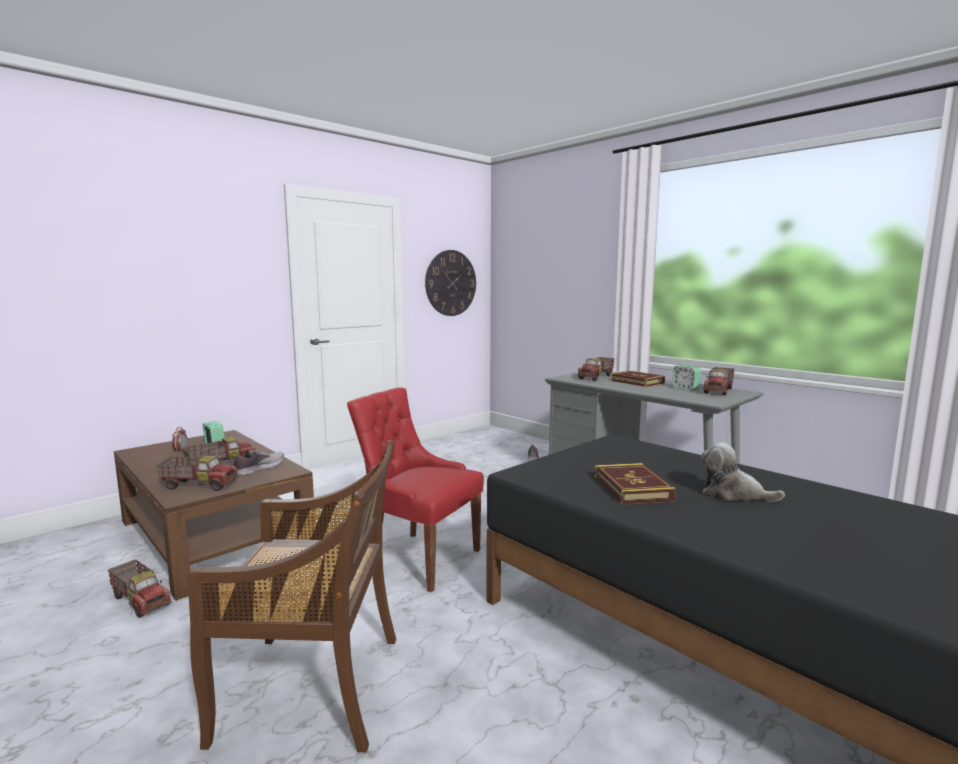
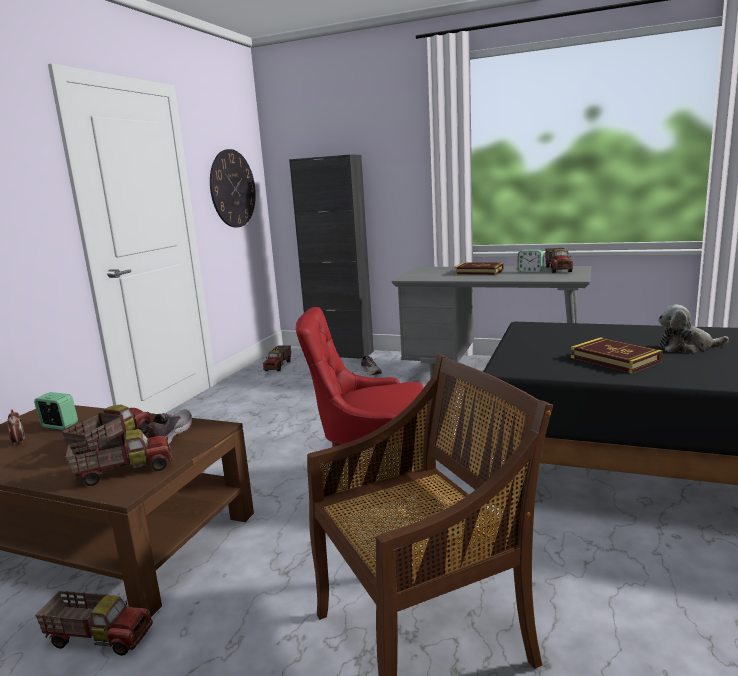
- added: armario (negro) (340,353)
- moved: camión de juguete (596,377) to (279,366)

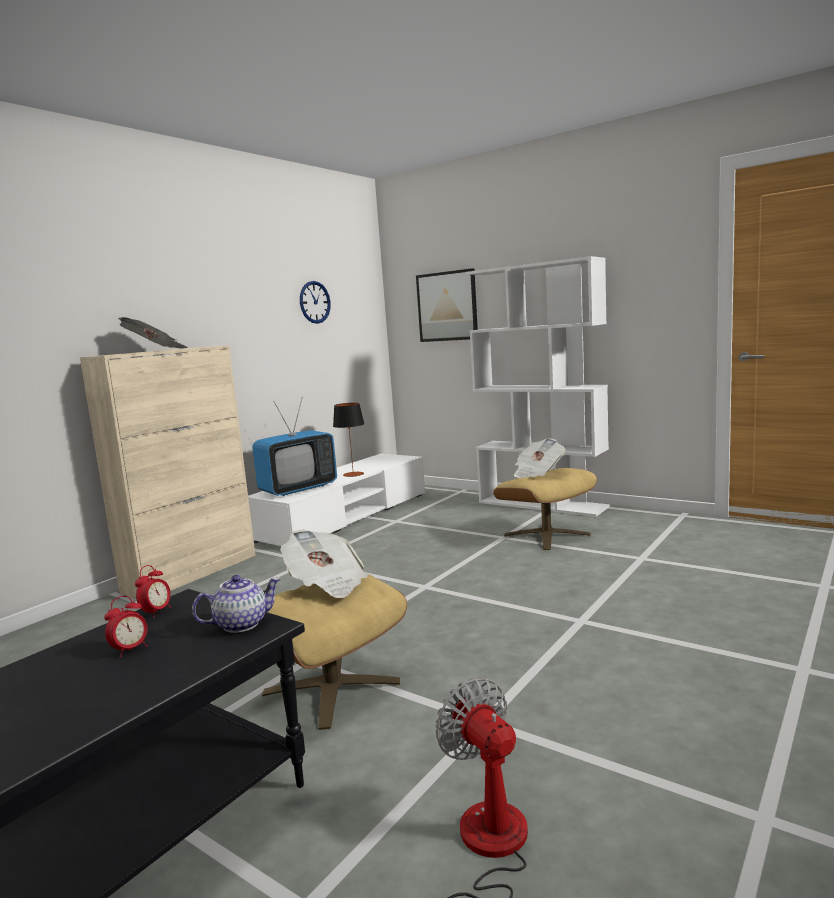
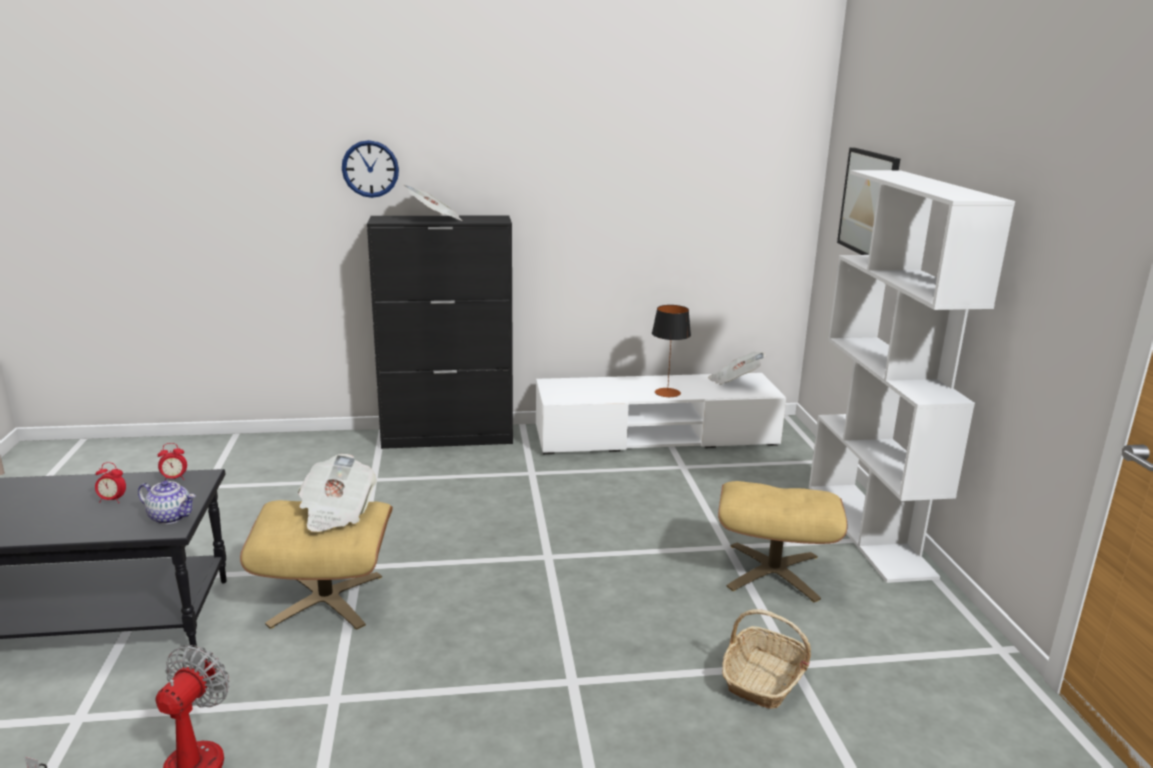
- removed: televisor (298,489)
- added: cesta (763,679)
- moved: reloj de pared (314,302) to (370,169)
- moved: periódico (537,473) to (734,381)
- recoloured: armario (beis) (192,573) to armario (negro) (448,437)

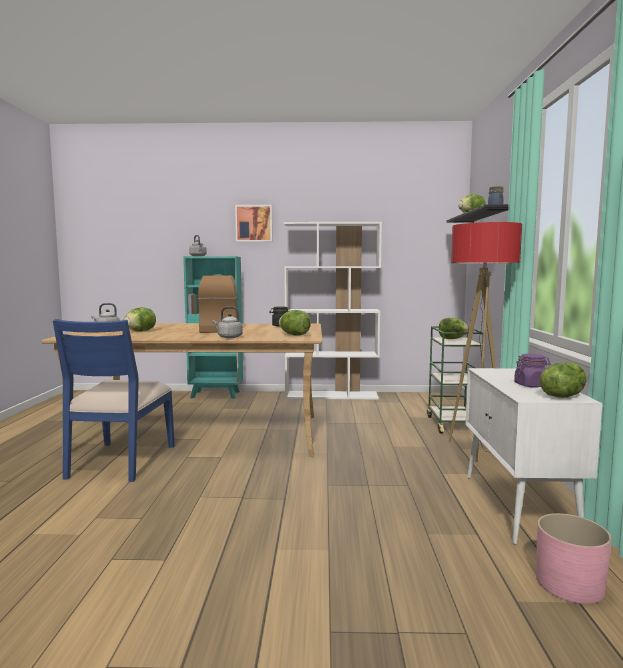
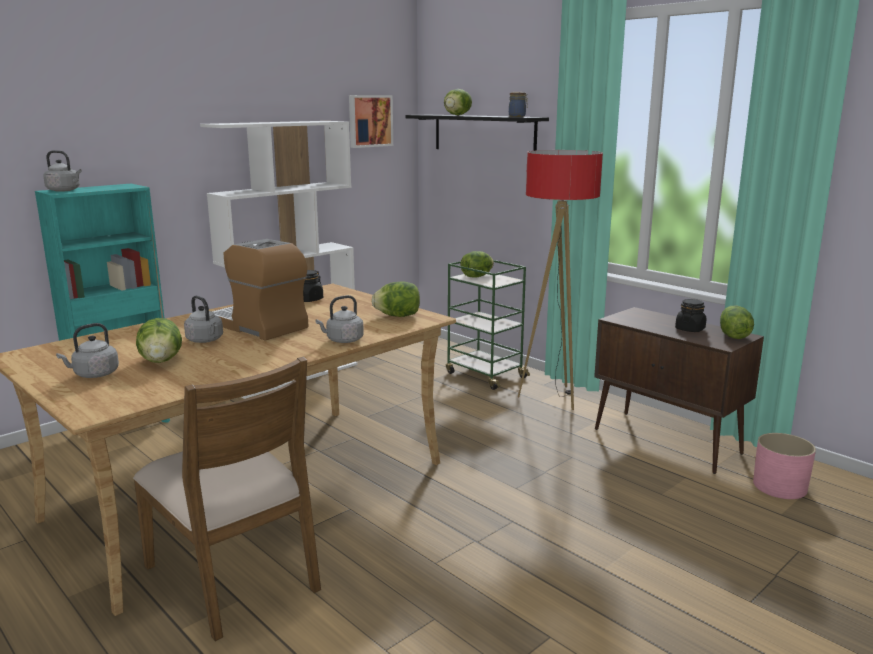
- added: hervidor (gris) (206,340)
- moved: cuadro (254,223) to (369,121)
- recoloured: silla (azul) (120,461) to silla (marrón) (234,577)
- recoloured: armario (blanco) (518,507) to armario (marrón) (667,441)
- recoloured: tarro (morado) (531,385) to tarro (negro) (690,329)

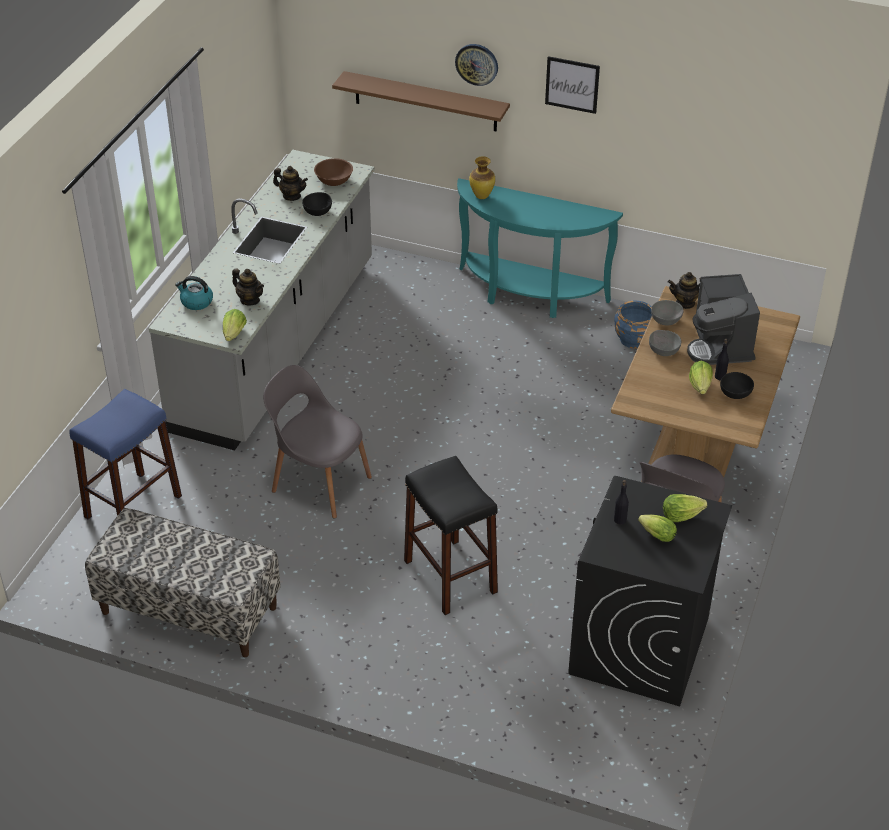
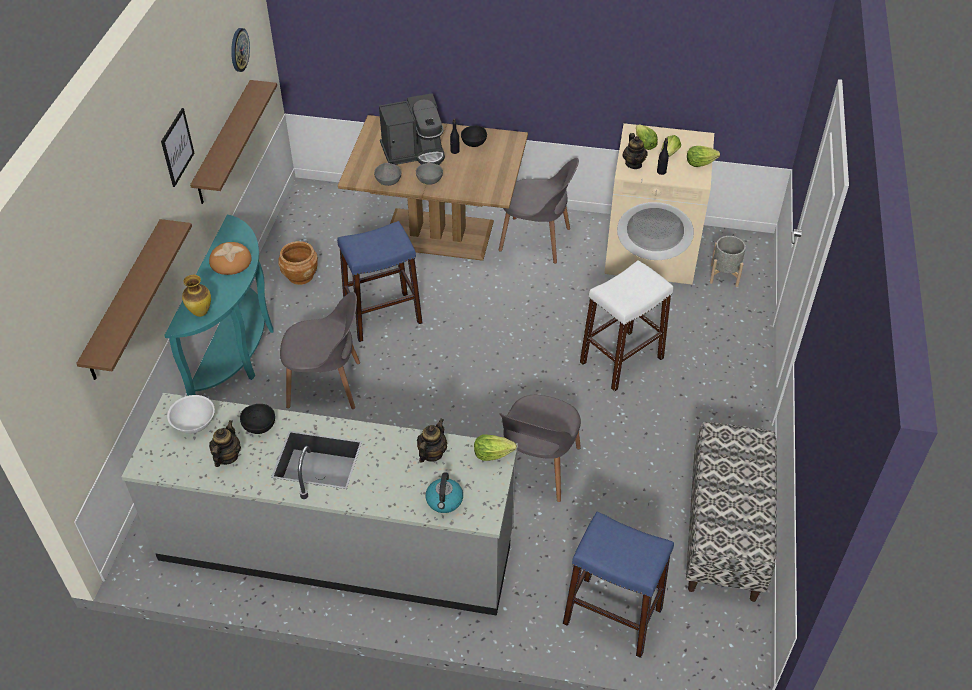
- added: estante (marrón) (224,143)
- added: pan (230,261)
- added: silla (gris) (327,385)
- added: taburete (azul) (383,316)
- added: maceta (gris) (724,275)
- moved: reloj de pared (477,64) to (239,49)
- moved: tetera (685,303) to (633,164)
- moved: lechuga (700,386) to (699,163)
- recoloured: cuenco (marrón) (334,181) to cuenco (blanco) (194,423)
- recoloured: taburete (negro) (450,576) to taburete (blanco) (621,360)
- recoloured: lavadora (negro) (640,646) to lavadora (beis) (652,251)
- recoloured: maceta (azul) (633,339) to maceta (marrón) (300,276)

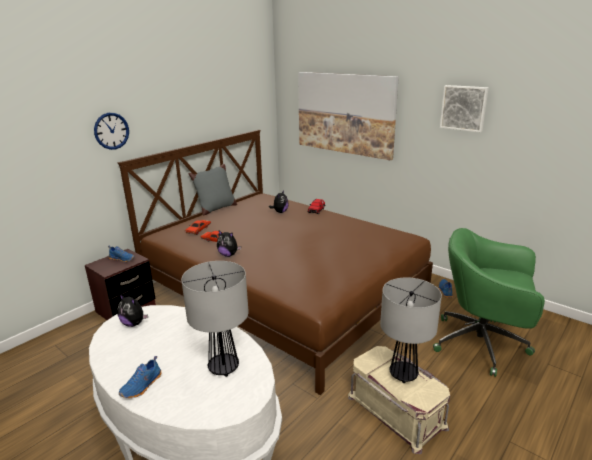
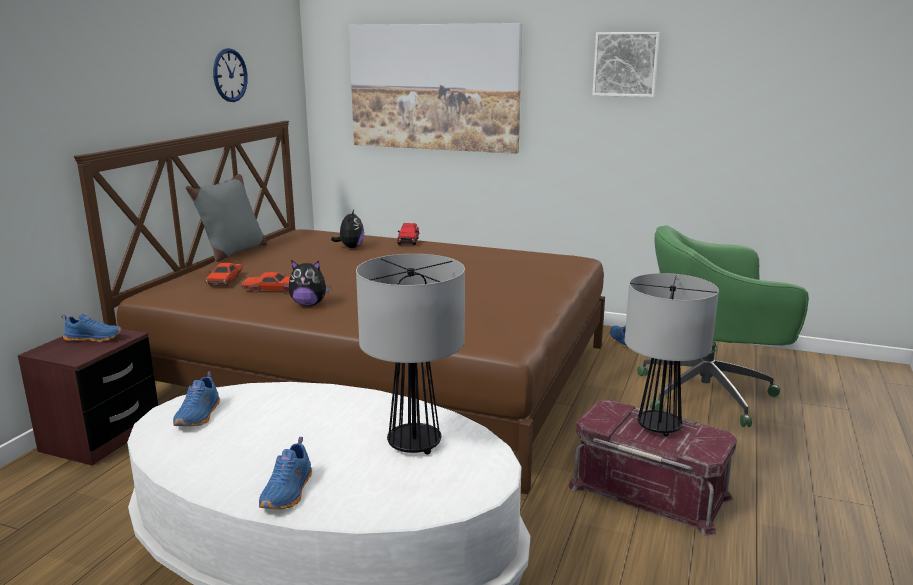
- moved: reloj de pared (111,131) to (230,75)
- replaced: peluche (134,323) to zapato (azul) (199,416)
- recoloured: caja de almacenaje (beis) (397,410) to caja de almacenaje (rojo) (650,490)

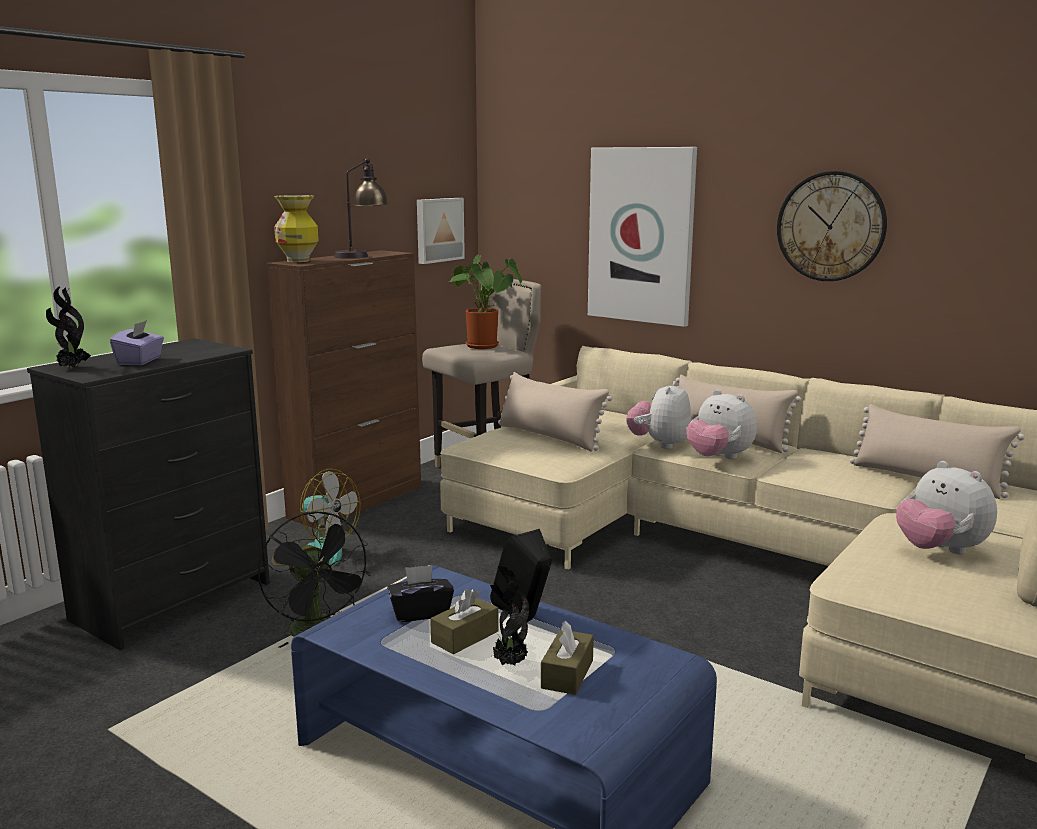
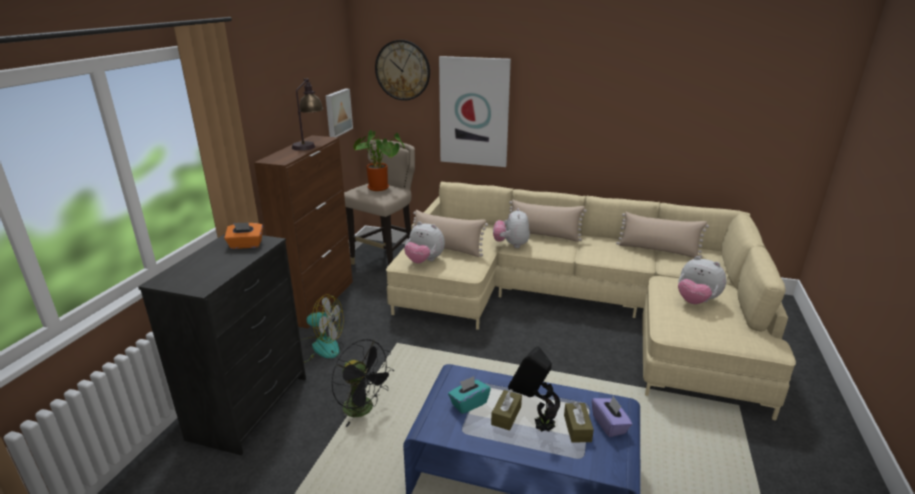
- removed: planta en maceta (71,368)
- removed: florero (298,261)
- added: caja de pañuelos (naranja) (246,245)
- moved: caja de pañuelos (morado) (140,361) to (609,425)
- moved: peluche (719,458) to (424,261)
- moved: reloj de pared (831,226) to (402,70)
- recoloured: caja de pañuelos (negro) (420,613) to caja de pañuelos (turquesa) (469,403)

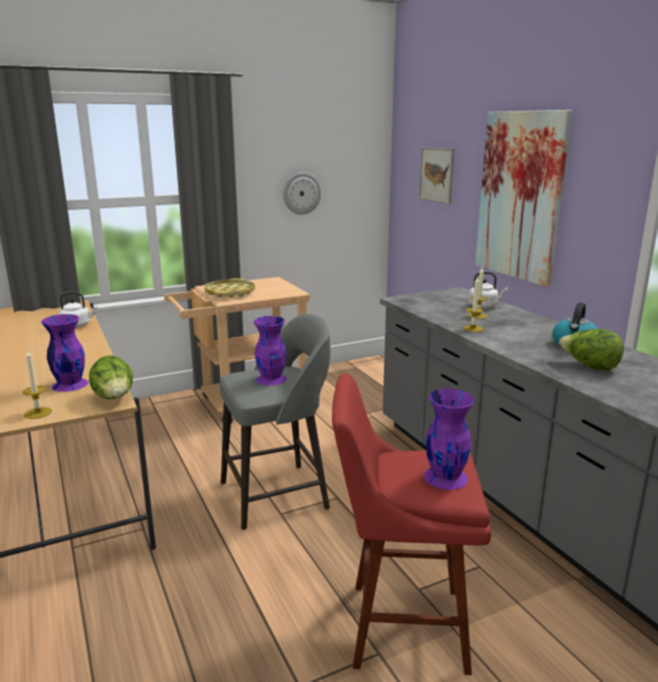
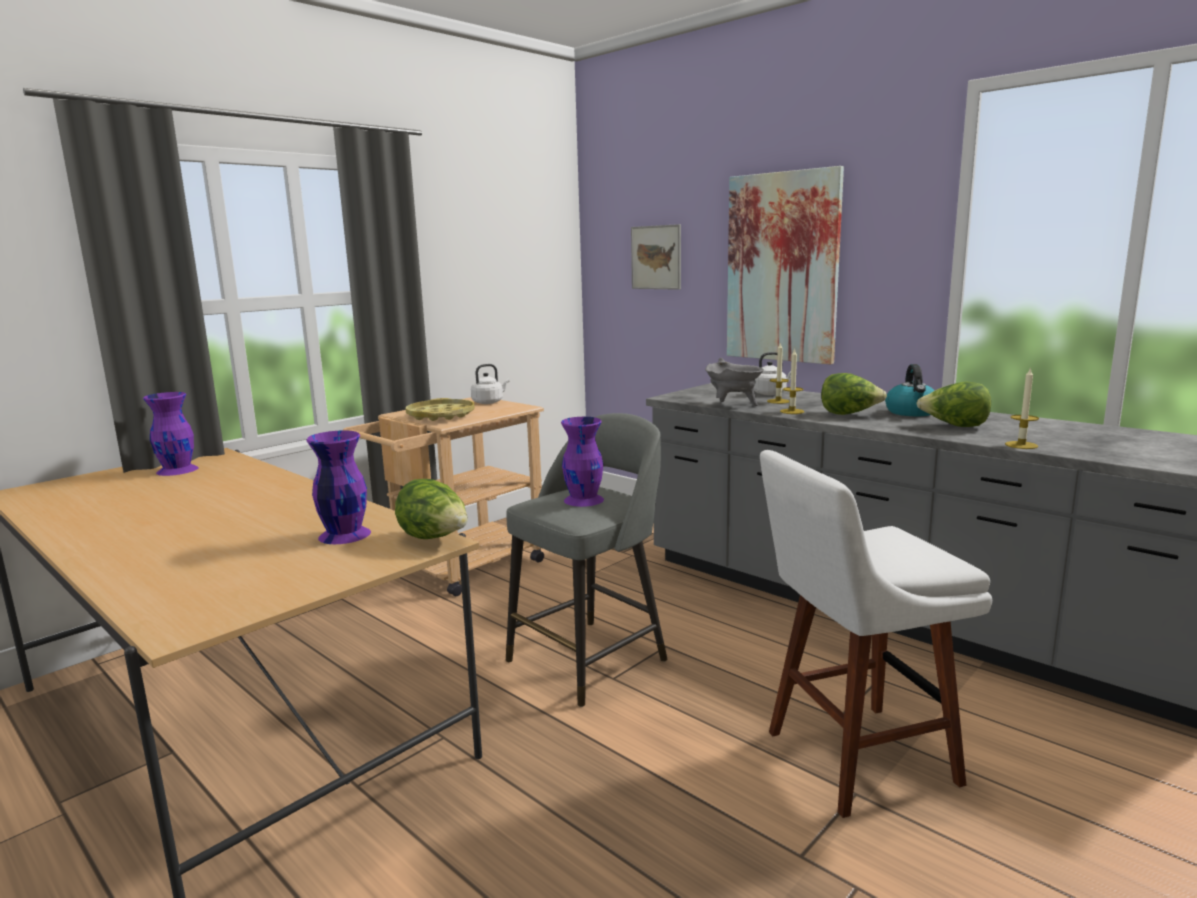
- removed: reloj de pared (301,193)
- added: olla (gris) (733,405)
- added: lechuga (849,414)
- moved: vela (38,413) to (1021,445)
- moved: hervidor (blanco) (77,325) to (489,402)
- moved: florero (morado) (446,477) to (178,470)
- recoloured: taburete (rojo) (400,625) to taburete (blanco) (852,759)

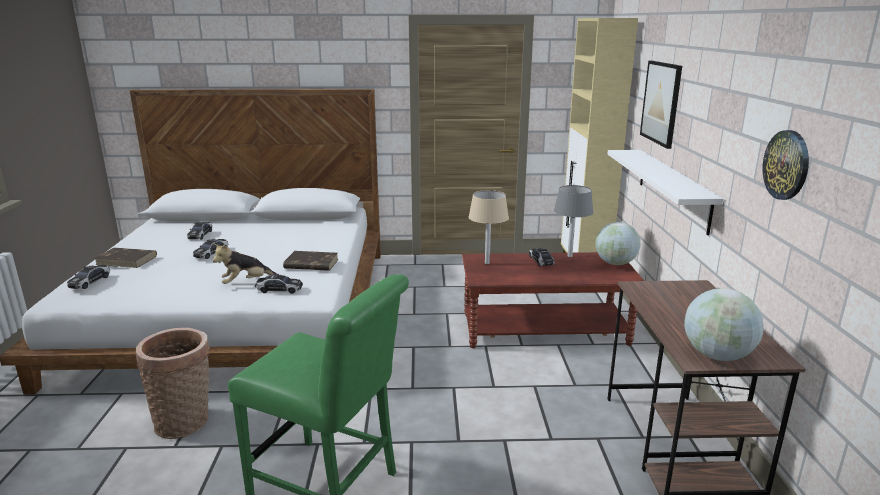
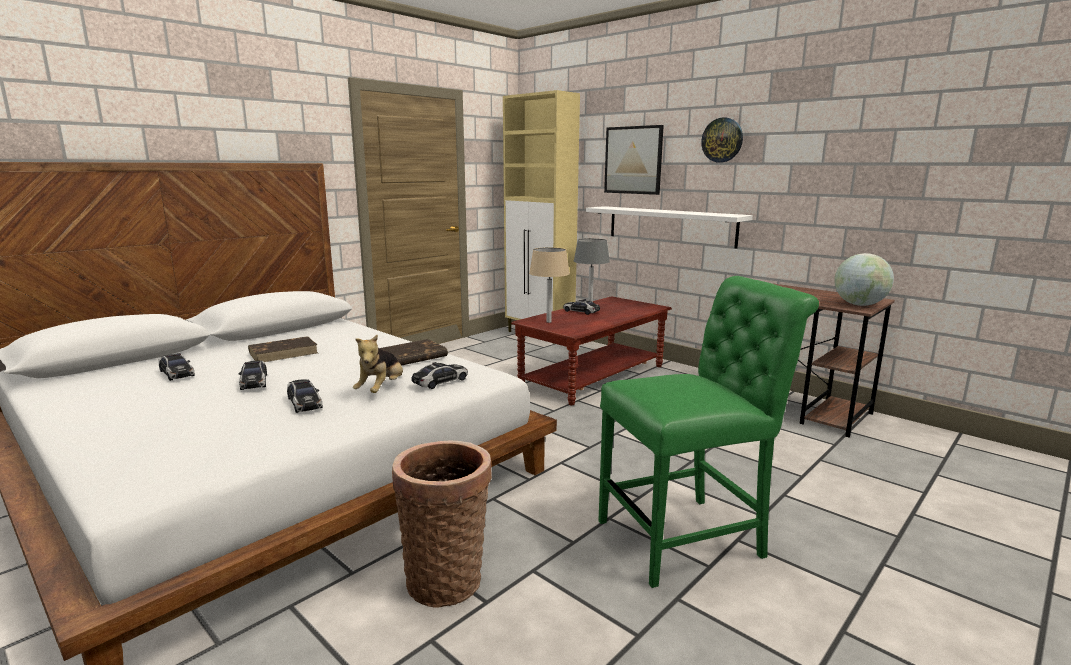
- removed: globo terráqueo (615,263)
- moved: coche de juguete (90,282) to (304,402)
- moved: libro (marrón) (127,260) to (284,352)
- moved: reloj de pared (786,165) to (722,140)

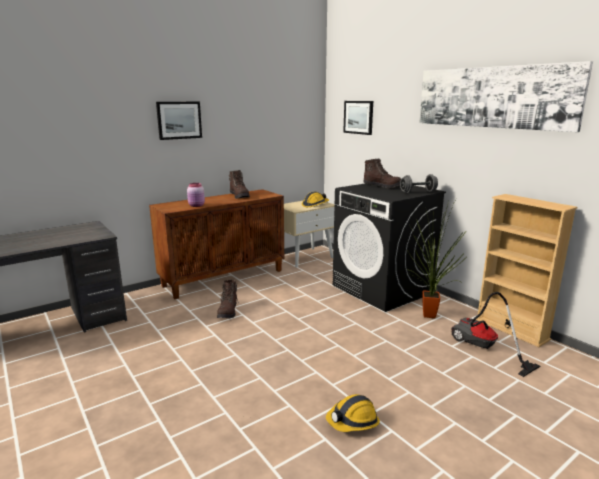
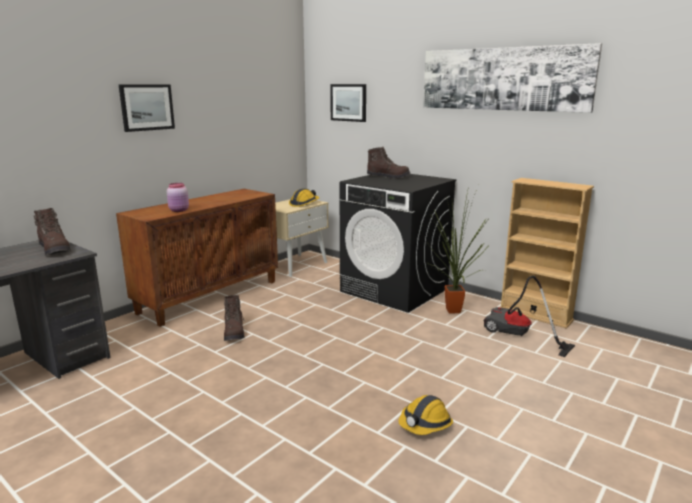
- removed: mancuerna (gris) (418,192)
- moved: bota (marrón) (239,196) to (55,250)

